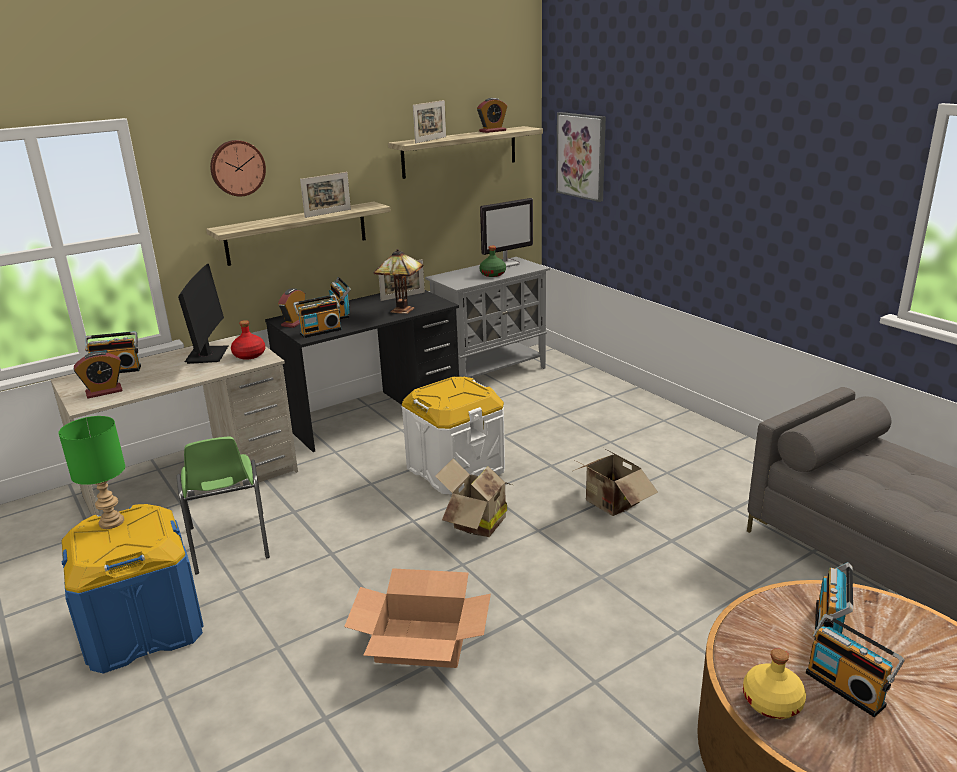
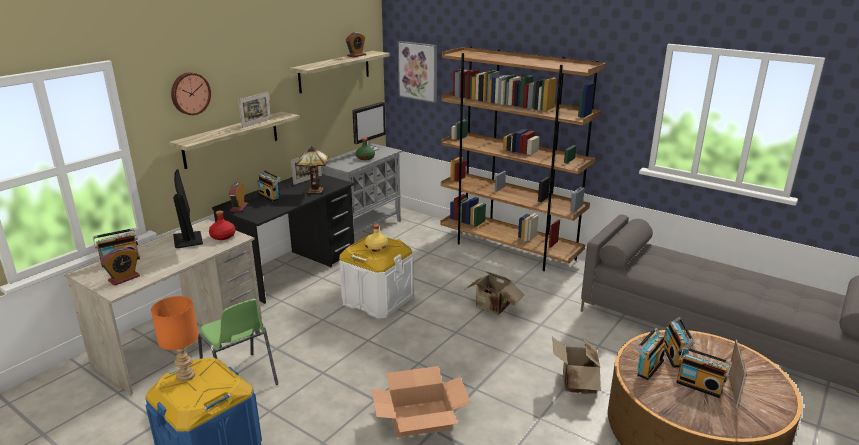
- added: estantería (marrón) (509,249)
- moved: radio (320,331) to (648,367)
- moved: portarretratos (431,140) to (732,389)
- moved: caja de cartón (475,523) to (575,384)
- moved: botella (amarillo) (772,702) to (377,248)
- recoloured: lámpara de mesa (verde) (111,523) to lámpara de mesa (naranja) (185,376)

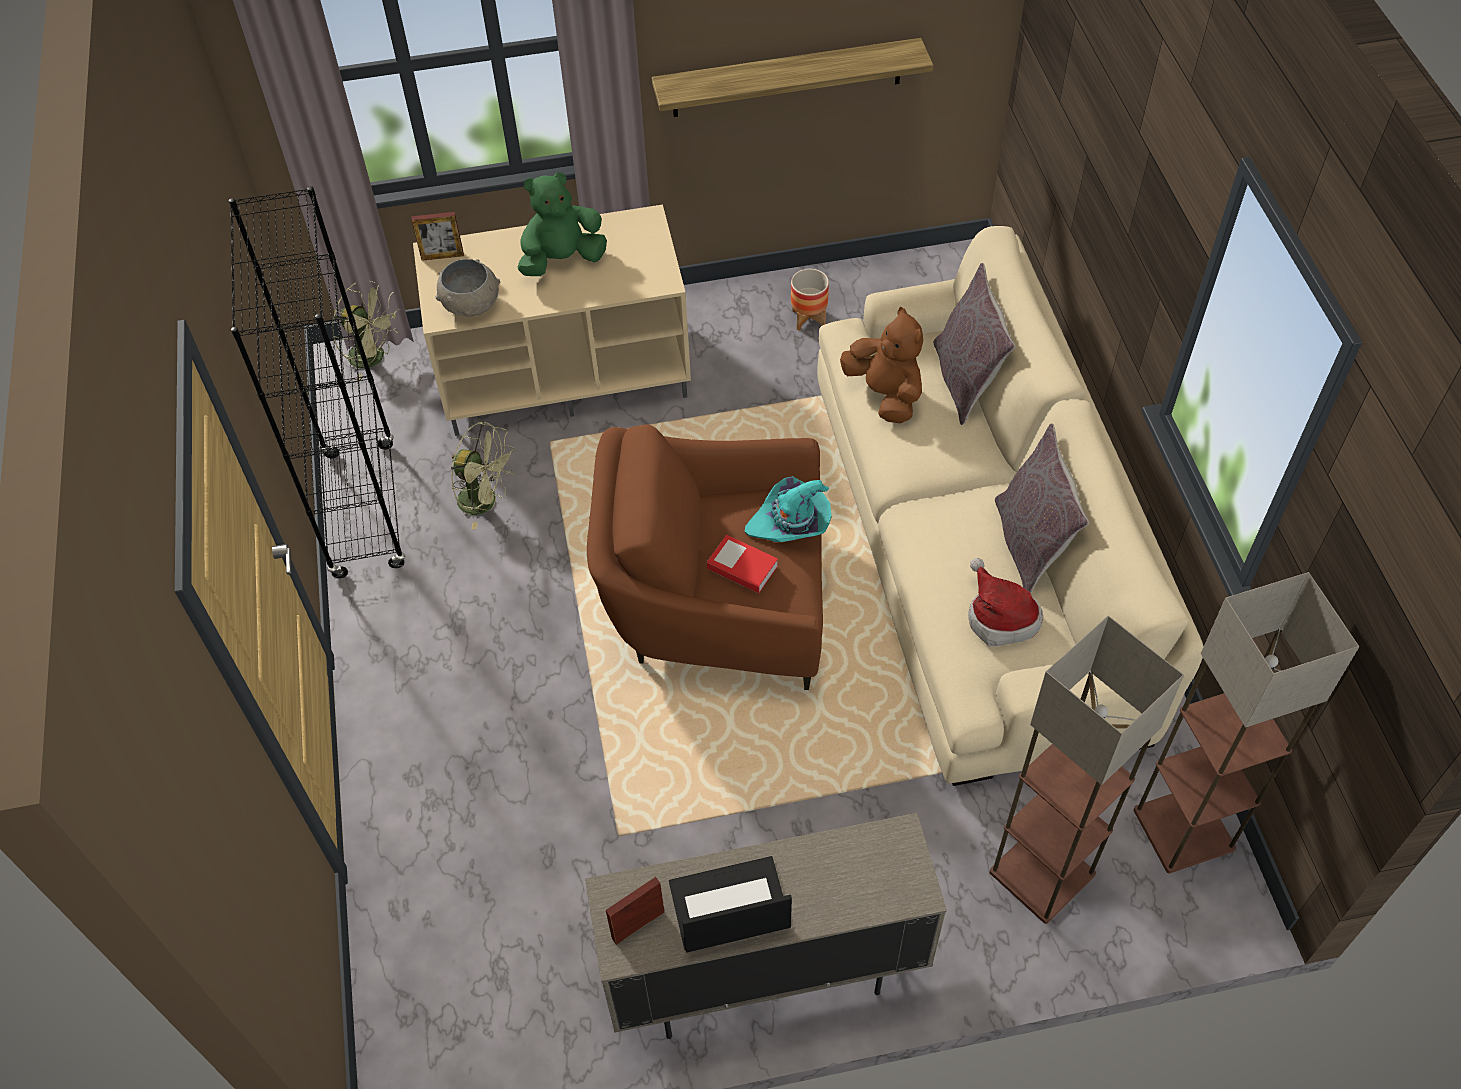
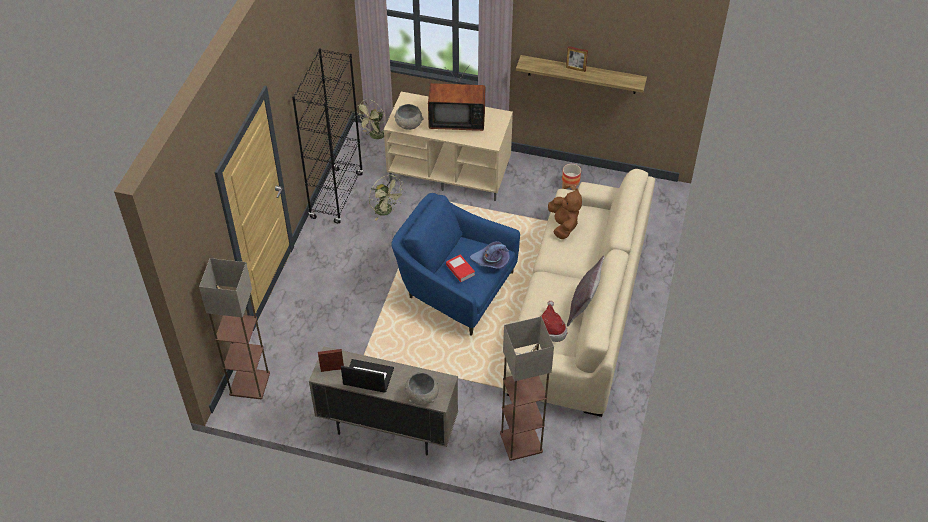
- removed: cojín (gris) (966,380)
- added: cuenco (gris) (422,396)
- moved: portarretratos (442,256) to (575,69)
- moved: lámpara de pie (1183,831) to (249,384)
- replaced: peluche (verde) (562,260) to televisor (456,120)
- recoloured: sillón (marrón) (716,604) to sillón (azul) (455,288)
- recoloured: sombrero (turquesa) (791,522) to sombrero (morado) (491,261)
- turned: ventilador (verde) (374,358) = (375,136) 75 degrees clockwise

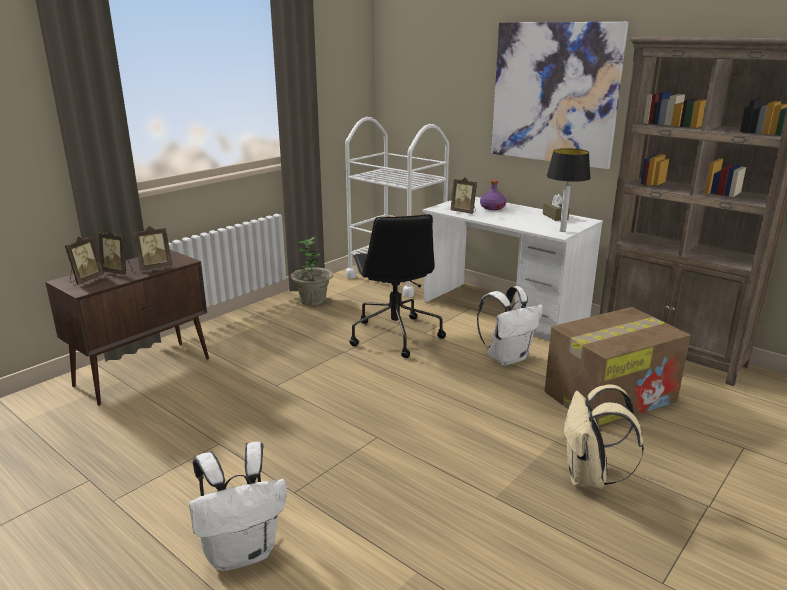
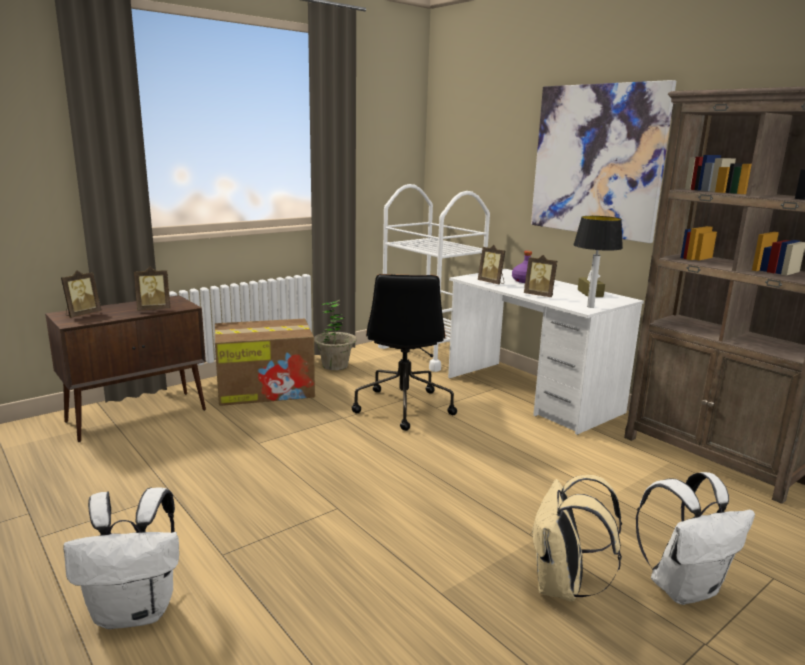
- moved: portarretratos (118,272) to (539,295)
- moved: mochila (blanco) (507,358) to (684,587)
- moved: caja de cartón (611,396) to (267,389)

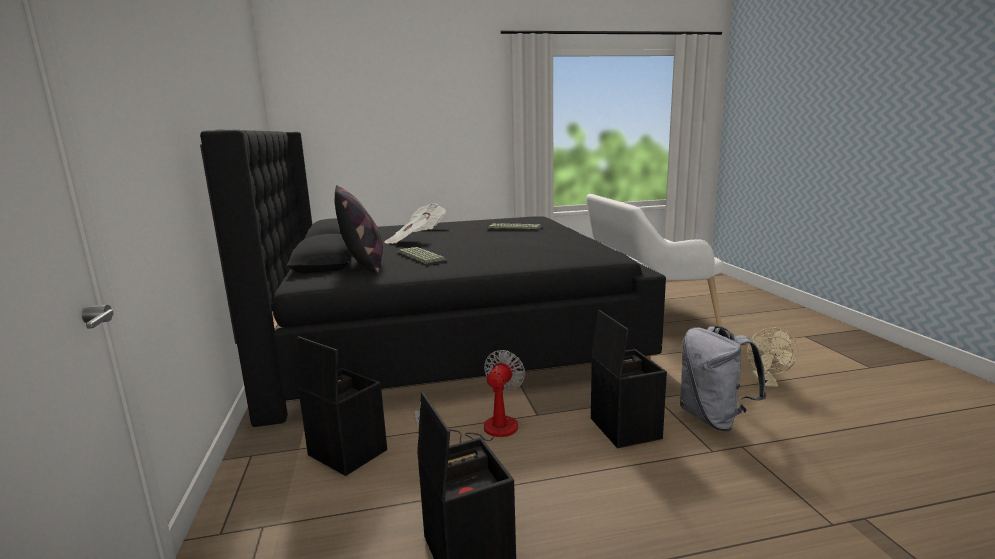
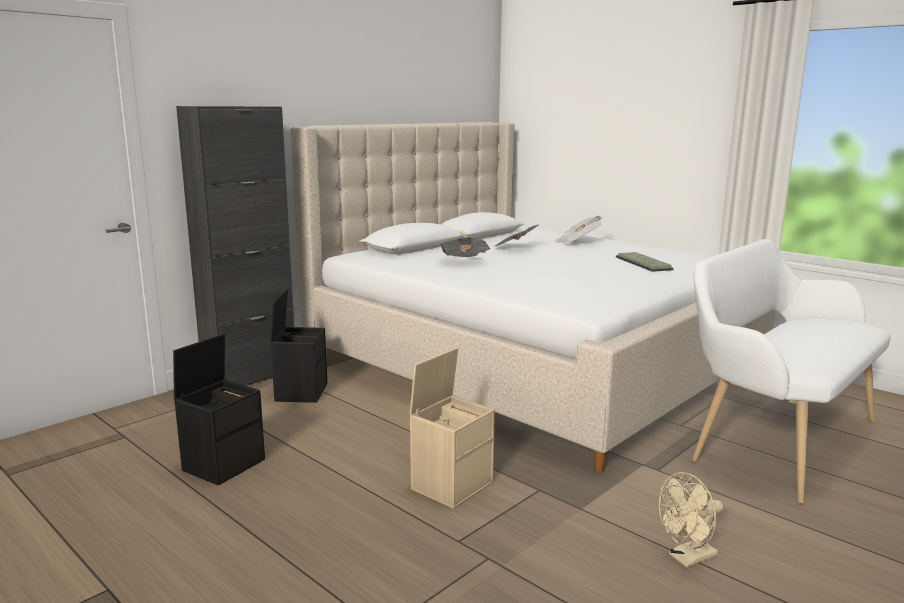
- removed: cojín (363,265)
- removed: ventilador (487,429)
- removed: mochila (gris) (714,418)
- added: armario (negro) (250,377)
- replaced: teclado (419,257) to periódico (465,262)
- recoloured: cama (negro) (447,335) to cama (beis) (530,361)
- recoloured: caja de almacenaje (negro) (623,428) to caja de almacenaje (beis) (452,484)

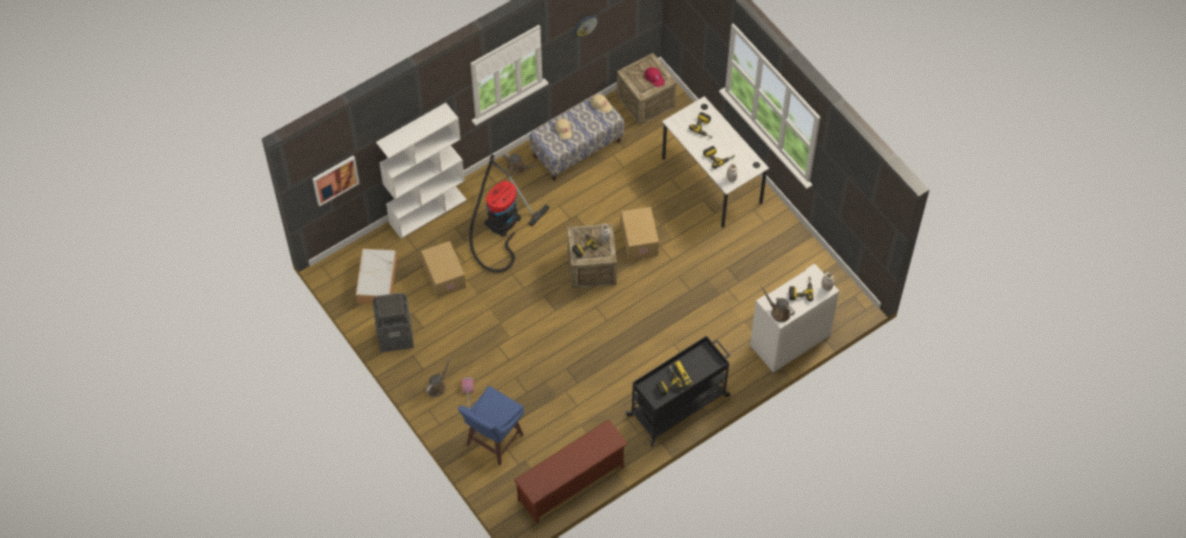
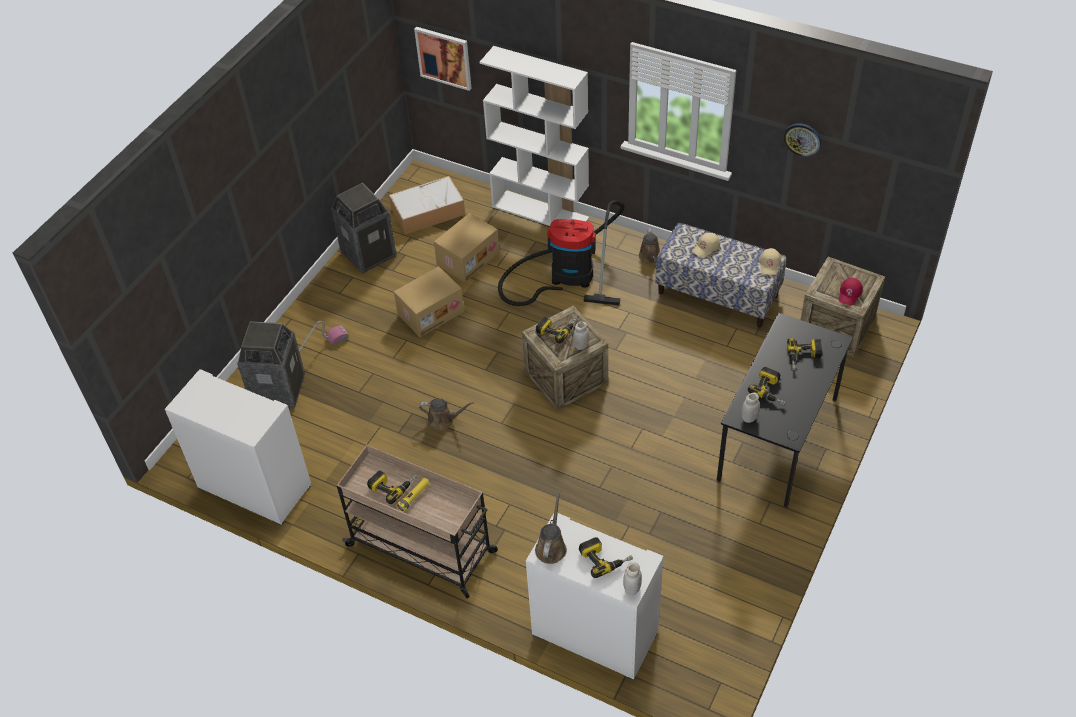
- moved: regadera (marrón) (437,387) to (443,420)
- moved: caja de cartón (638,240) to (430,312)
- replaced: taburete (azul) (493,441) to papelera (278,390)
- replaced: zapatero (marrón) (571,484) to armario (blanco) (253,487)
- recoloured: carrito (negro) (679,405) to carrito (beis) (423,549)
- recoloured: escritorio (blanco) (711,180) to escritorio (negro) (778,439)

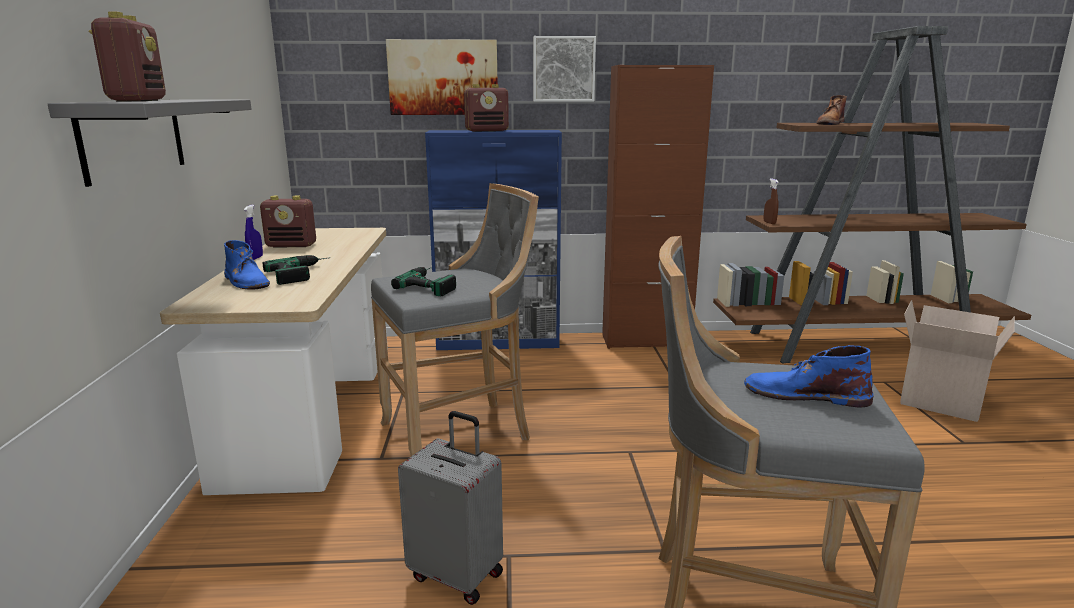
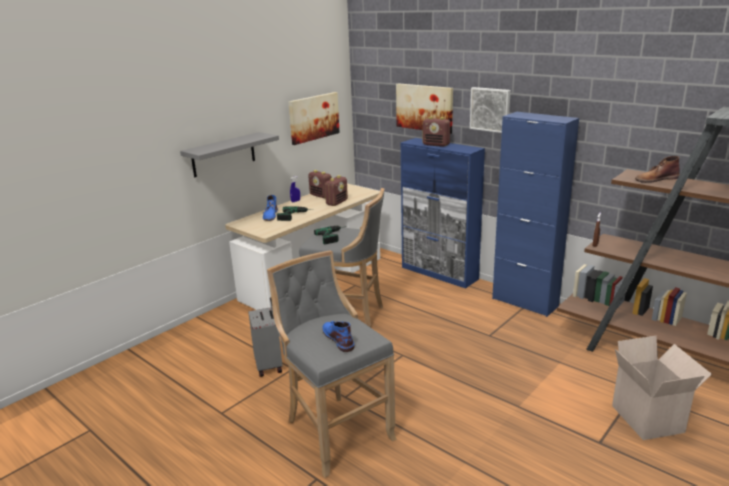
- added: cuadro (313,117)
- moved: radio (137,100) to (337,202)
- recoloured: armario (marrón) (646,341) to armario (azul) (525,302)

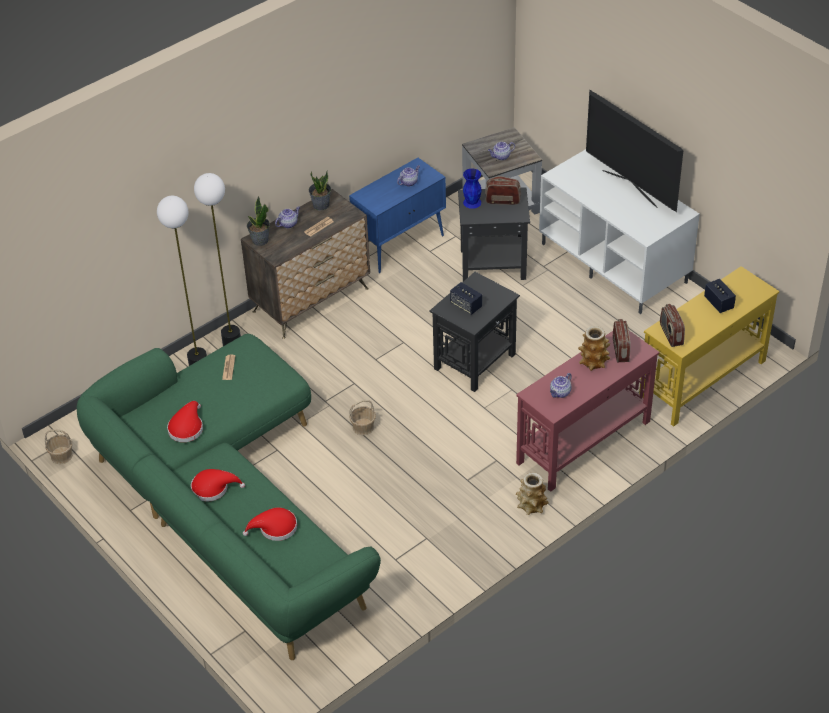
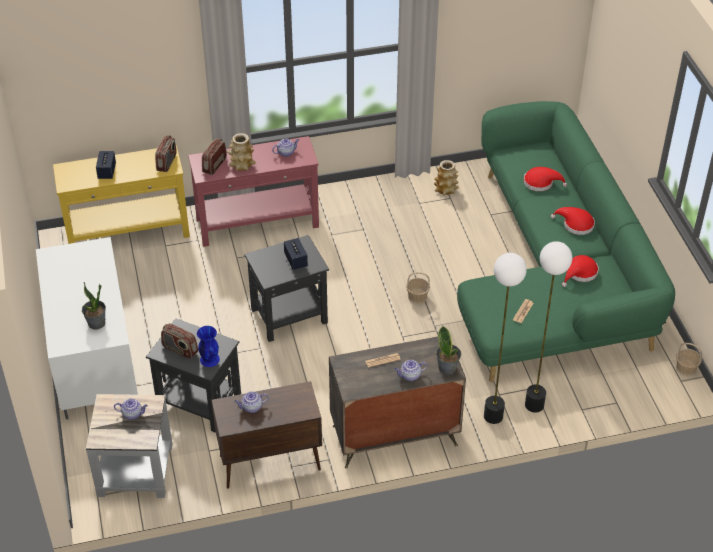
- removed: televisor (630,188)
- moved: planta en maceta (321,205) to (96,323)
- moved: florero (531,505) to (446,189)
- recoloured: armario (azul) (400,245) to armario (marrón) (269,463)

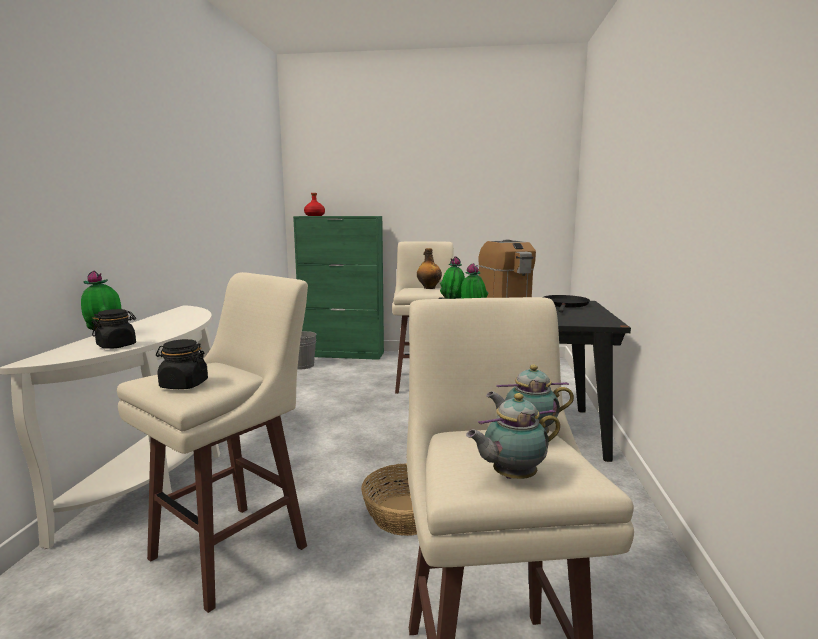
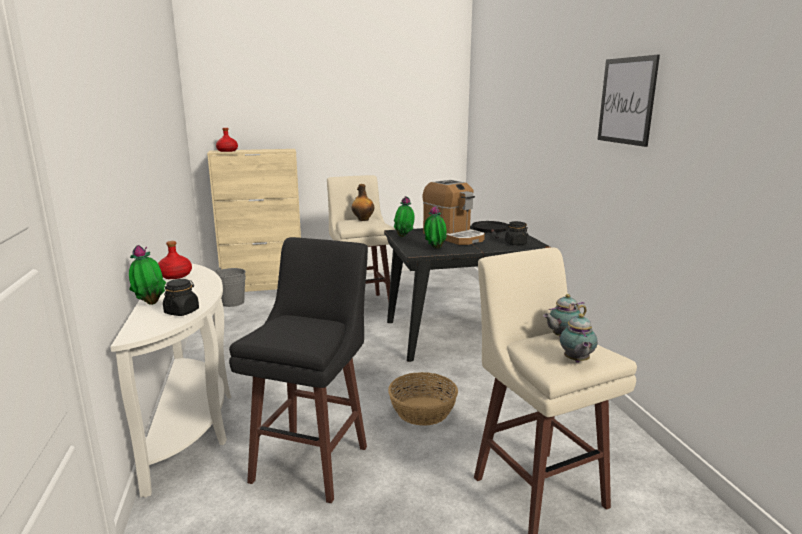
- added: botella (rojo) (175,276)
- added: cuadro (627,101)
- moved: tarro (negro) (183,385) to (515,243)
- recoloured: taburete (beis) (234,551) to taburete (negro) (313,462)
- recoloured: armario (verde) (343,354) to armario (beis) (264,286)
- turned: tetera (511,477) = (576,361) 45 degrees counterclockwise

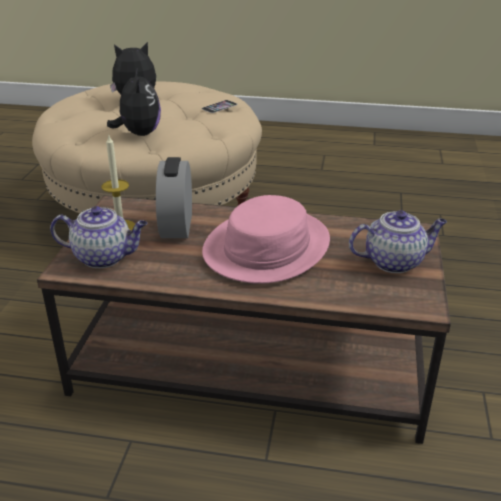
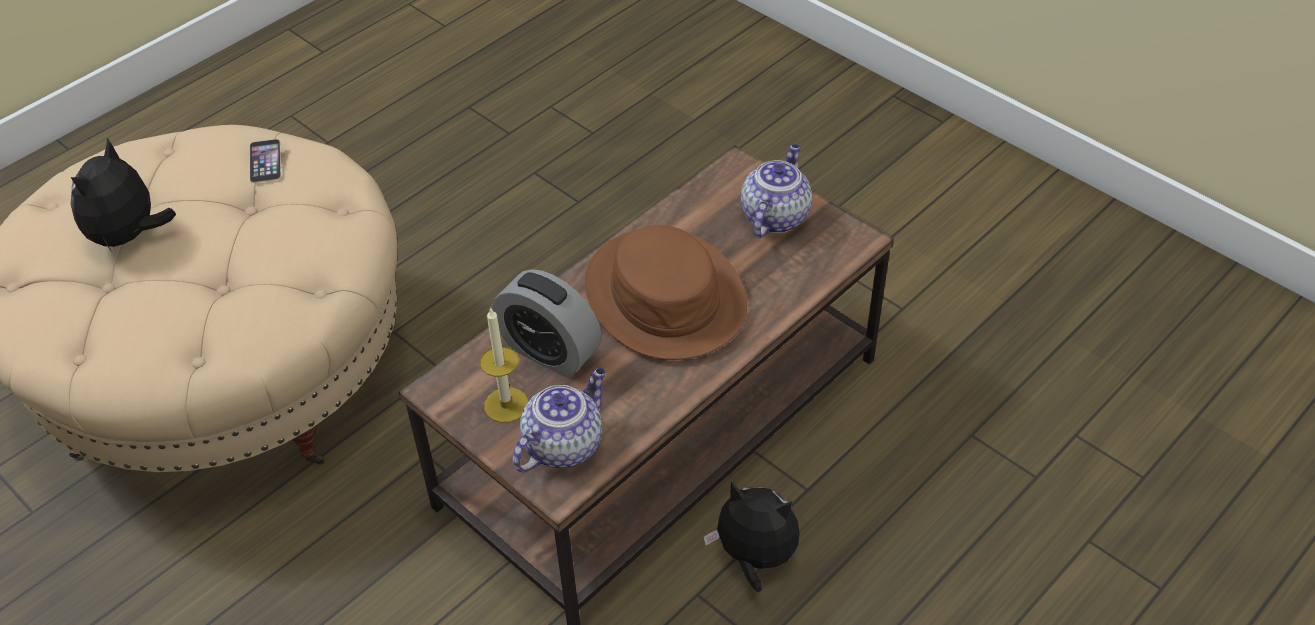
- moved: peluche (139,134) to (754,558)
- recoloured: sombrero (rosa) (267,247) to sombrero (marrón) (666,295)

